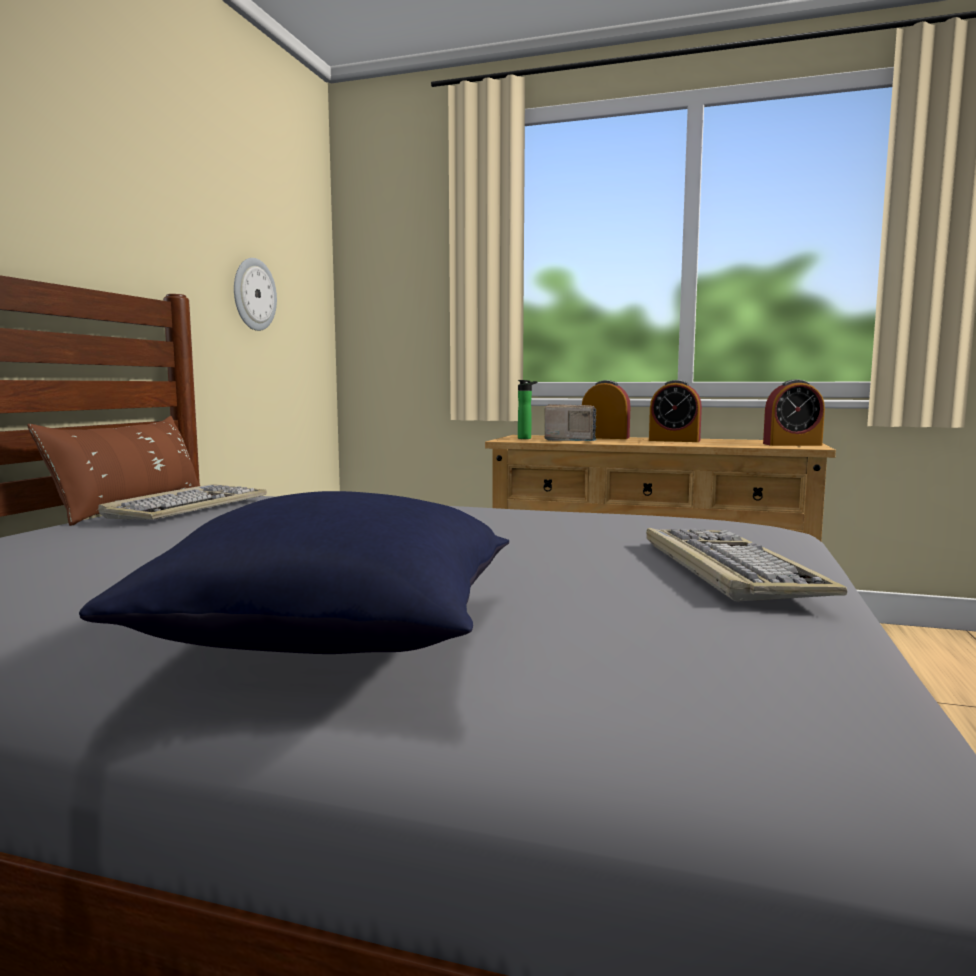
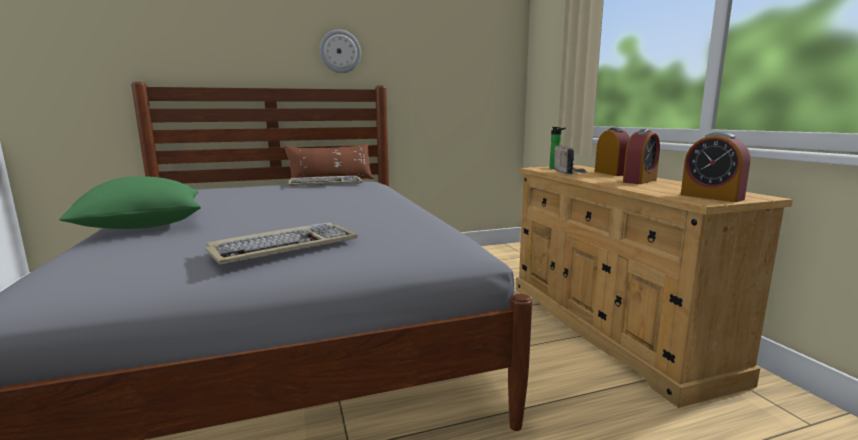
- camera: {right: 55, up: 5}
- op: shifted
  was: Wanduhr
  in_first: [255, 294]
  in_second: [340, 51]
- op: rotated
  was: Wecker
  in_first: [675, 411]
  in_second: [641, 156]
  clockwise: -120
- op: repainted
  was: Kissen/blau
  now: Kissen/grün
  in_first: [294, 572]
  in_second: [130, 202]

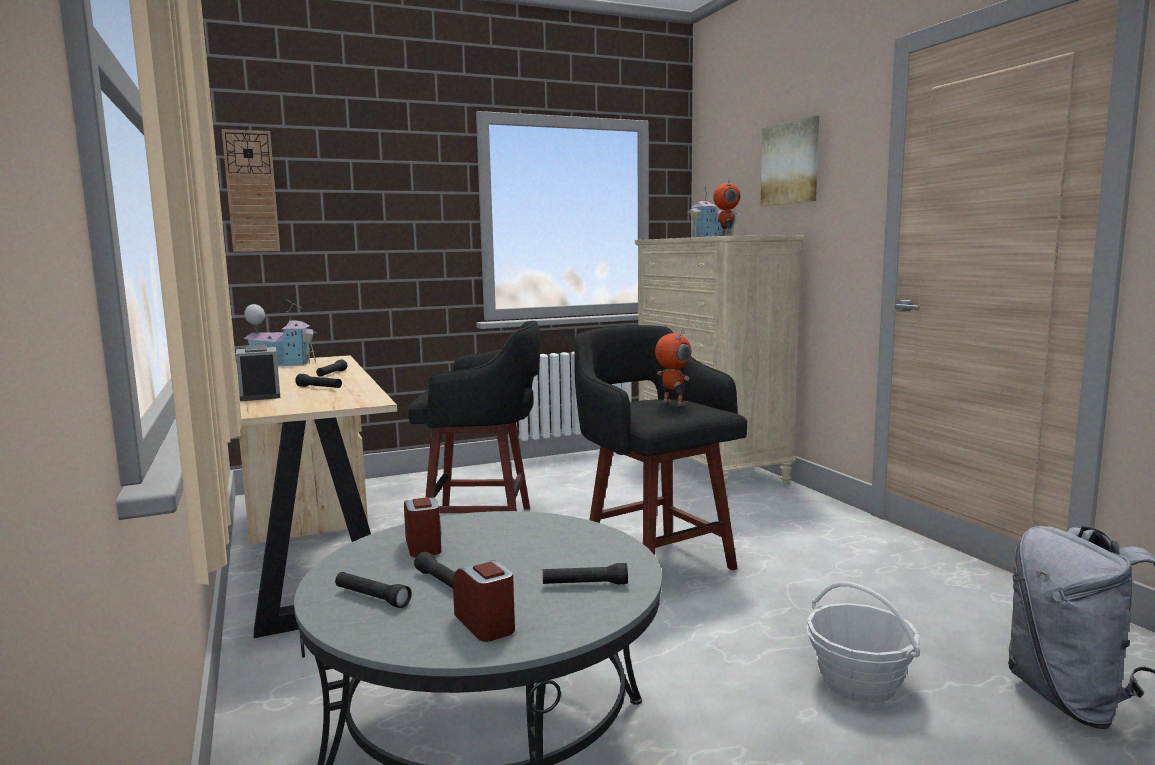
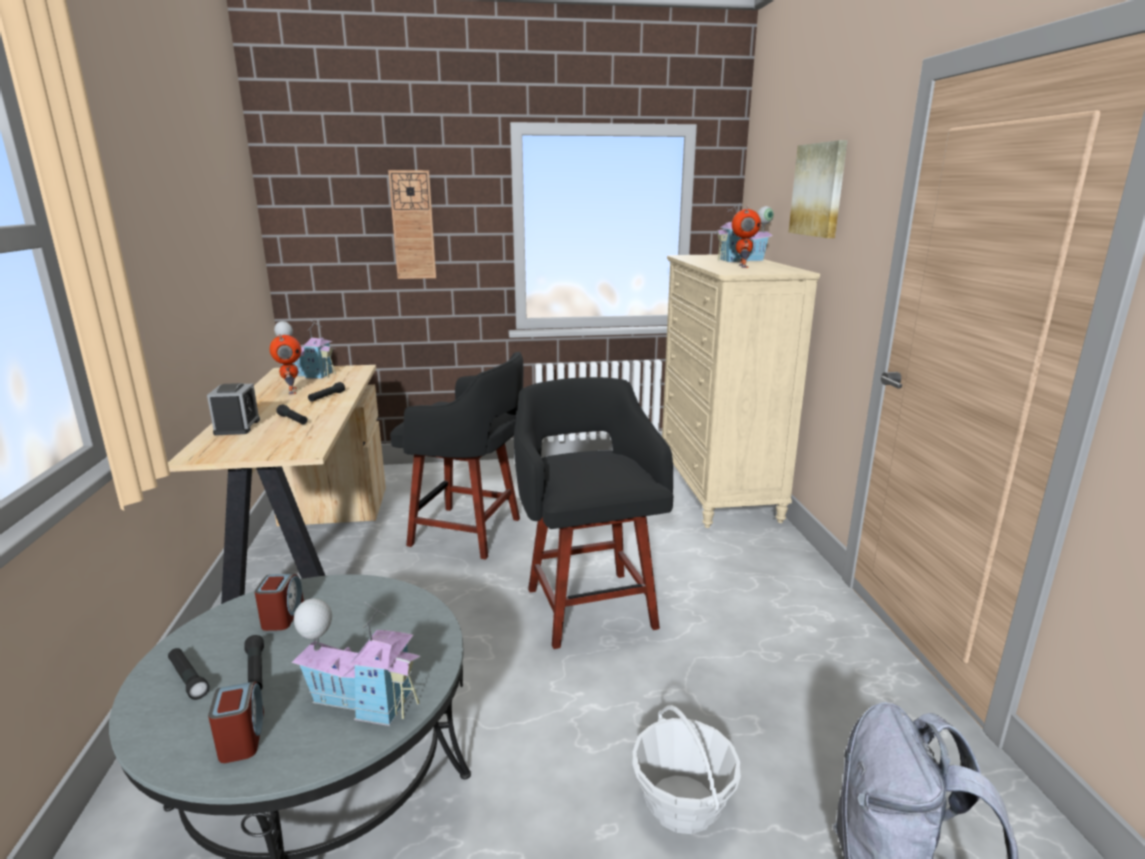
- camera: {right: 15, up: 10}
- op: shifted
  was: Wanduhr
  in_first: [251, 190]
  in_second: [412, 224]
- op: shifted
  was: Spielzeugroboter
  in_first: [673, 367]
  in_second: [285, 364]
- op: swapped
  was: Taschenlampe/schwarz
  now: Spielzeughaus
  in_first: [585, 573]
  in_second: [356, 662]

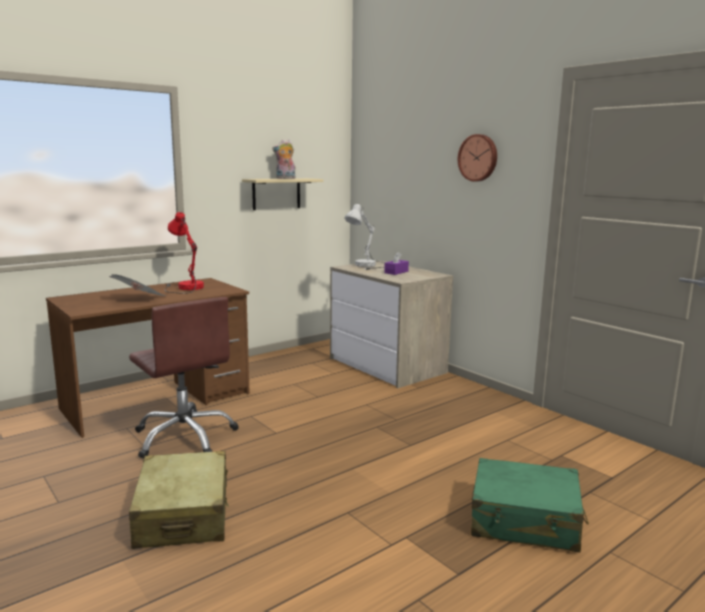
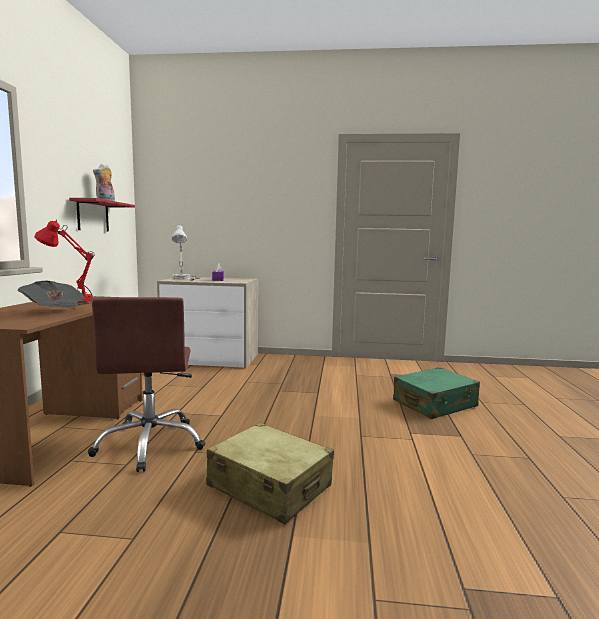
- camera: {right: -45, up: -5}
- op: gone
  was: Wanduhr
  in_first: [477, 158]
- op: repainted
  was: Wandregal/beige
  now: Wandregal/rot
  in_first: [283, 194]
  in_second: [102, 215]
- op: rotated
  was: Bürostuhl/braun
  in_first: [184, 378]
  in_second: [147, 384]
  clockwise: 75

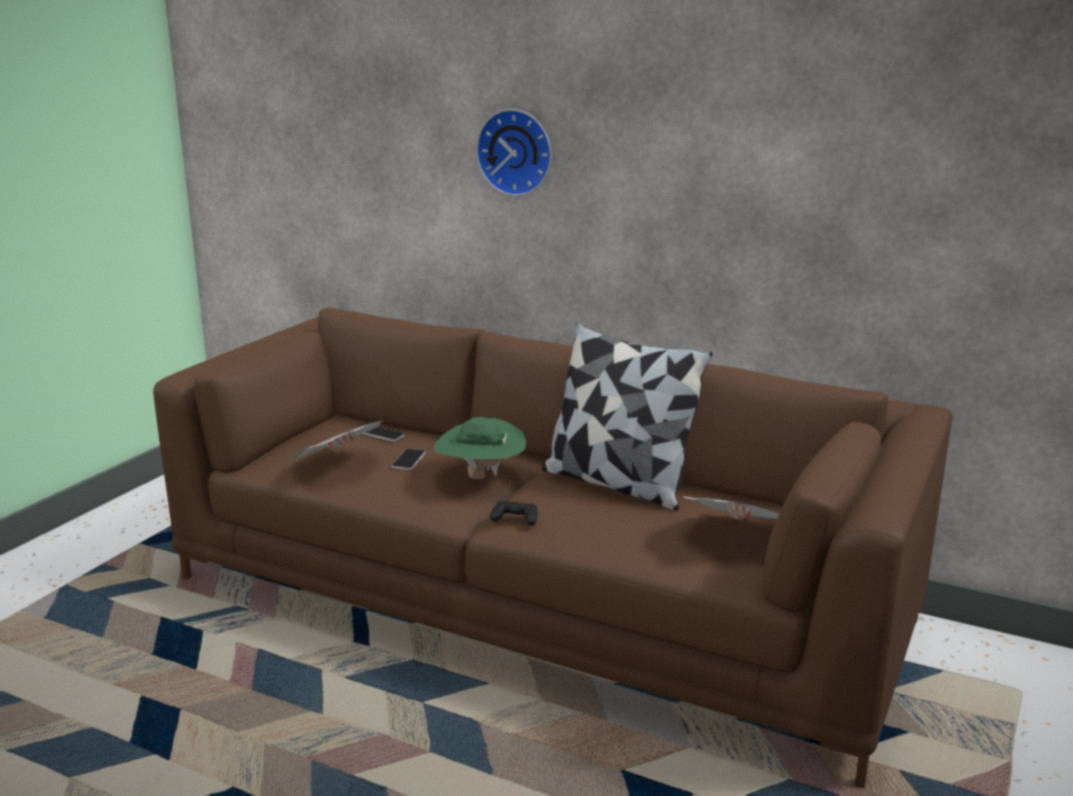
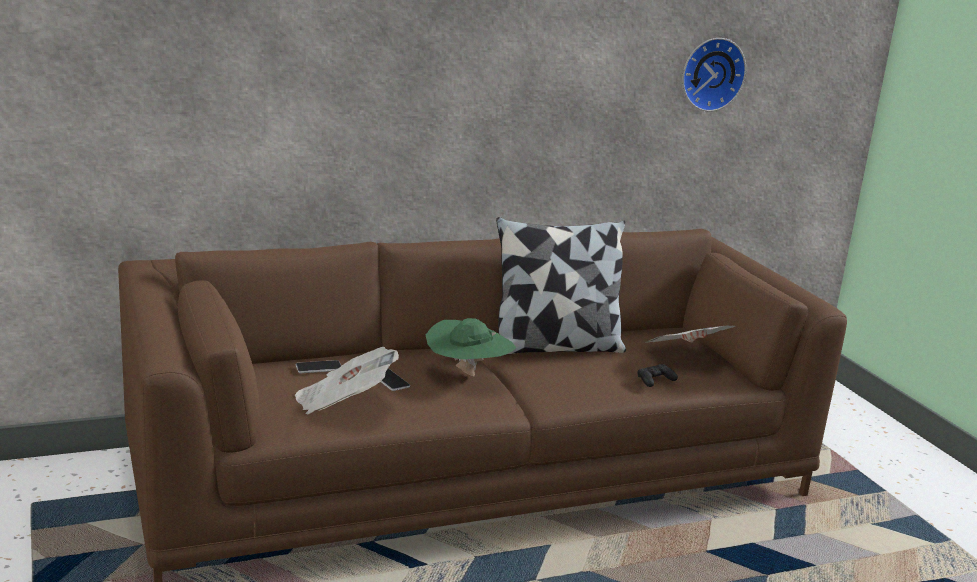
- camera: {right: -50, up: 0}
- op: shifted
  was: Wanduhr
  in_first: [514, 152]
  in_second: [714, 75]
- op: shifted
  was: Gamepad/schwarz
  in_first: [513, 513]
  in_second: [657, 375]

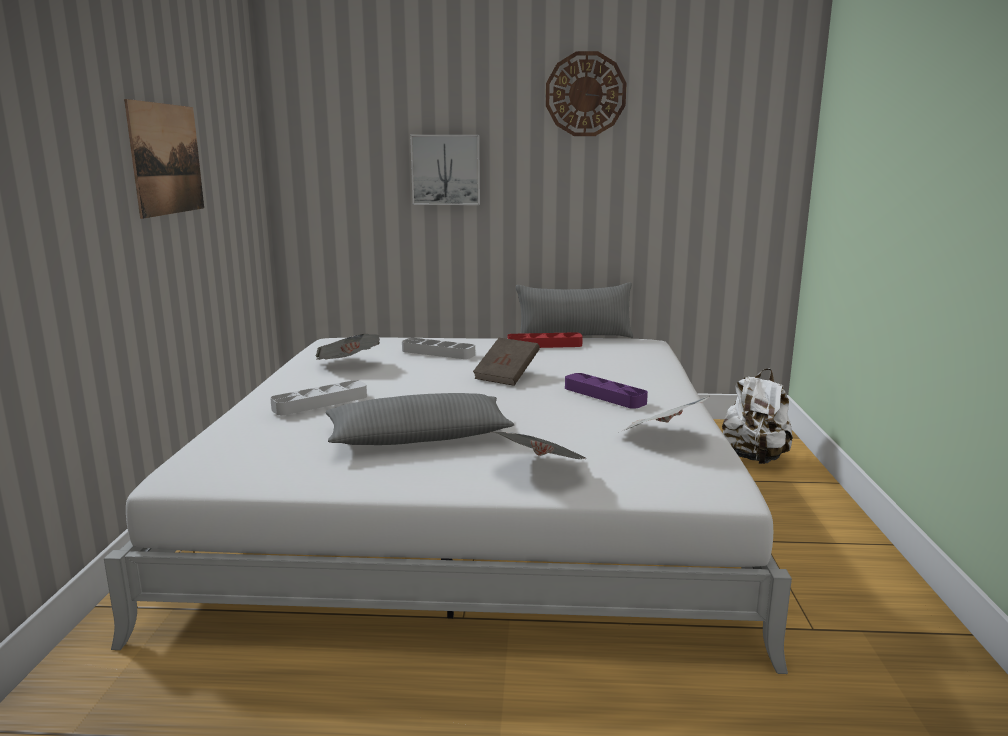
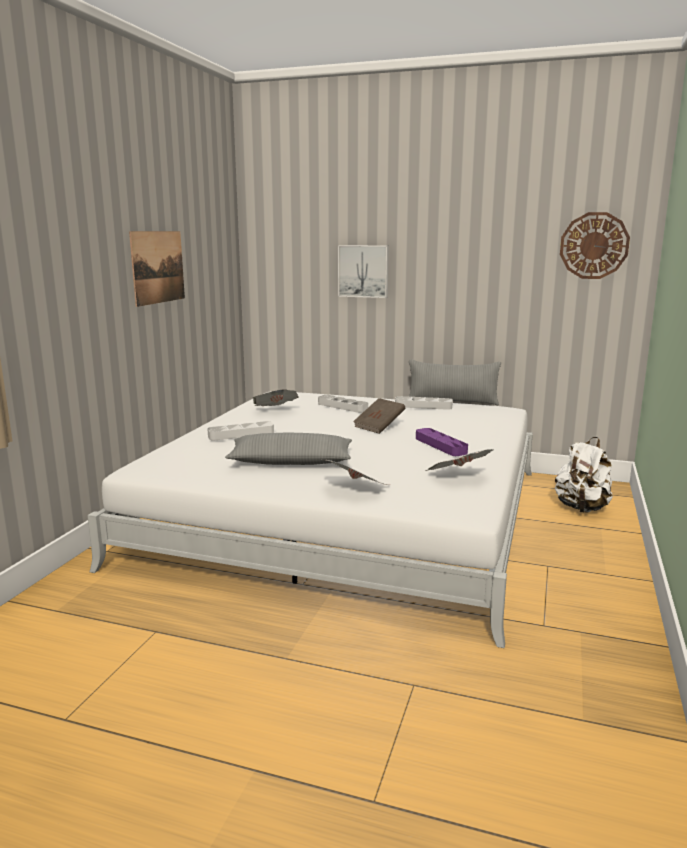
- camera: {right: 15, up: 0}
- op: shifted
  was: Wanduhr
  in_first: [586, 93]
  in_second: [595, 245]
- op: repainted
  was: Tablett/rot
  now: Tablett/grau
  in_first: [545, 340]
  in_second: [424, 403]

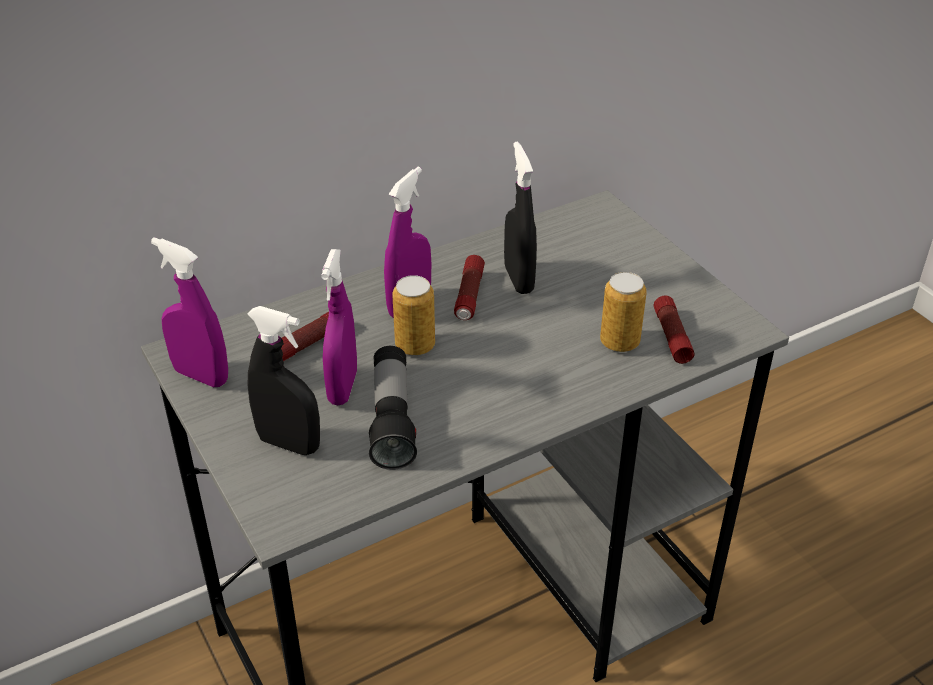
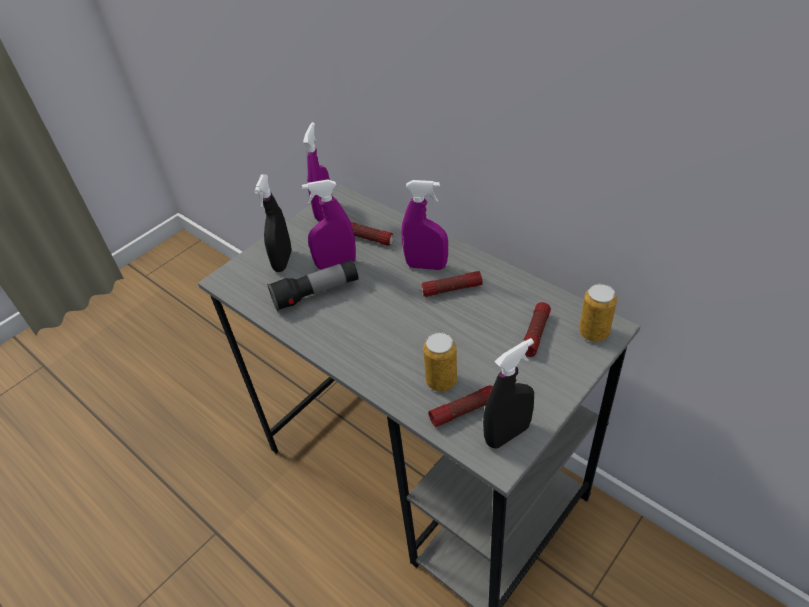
- camera: {right: 75, up: 5}
- op: shifted
  was: Sprühflasche/schwarz
  in_first: [520, 218]
  in_second: [508, 393]
- op: shifted
  was: Dose
  in_first: [413, 315]
  in_second: [598, 313]
- op: new
  now: Taschenlampe
  in_second: [537, 329]

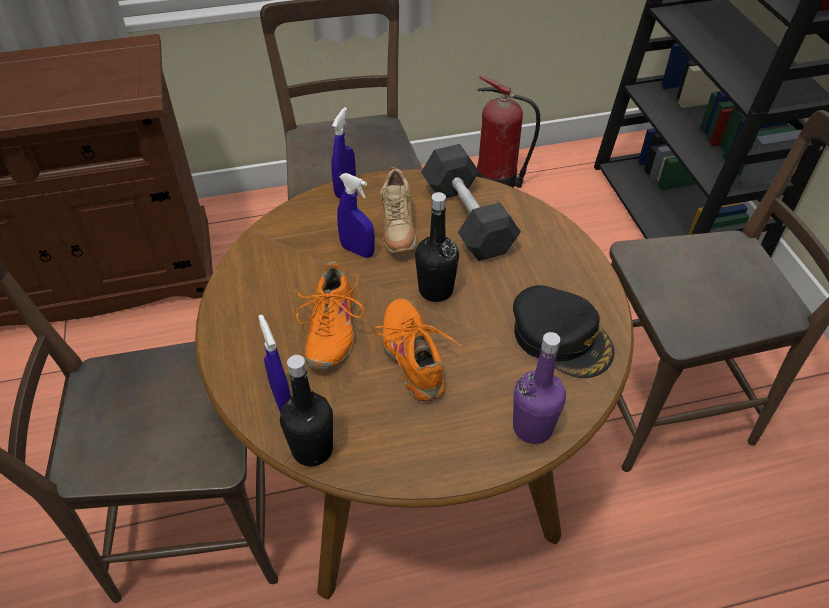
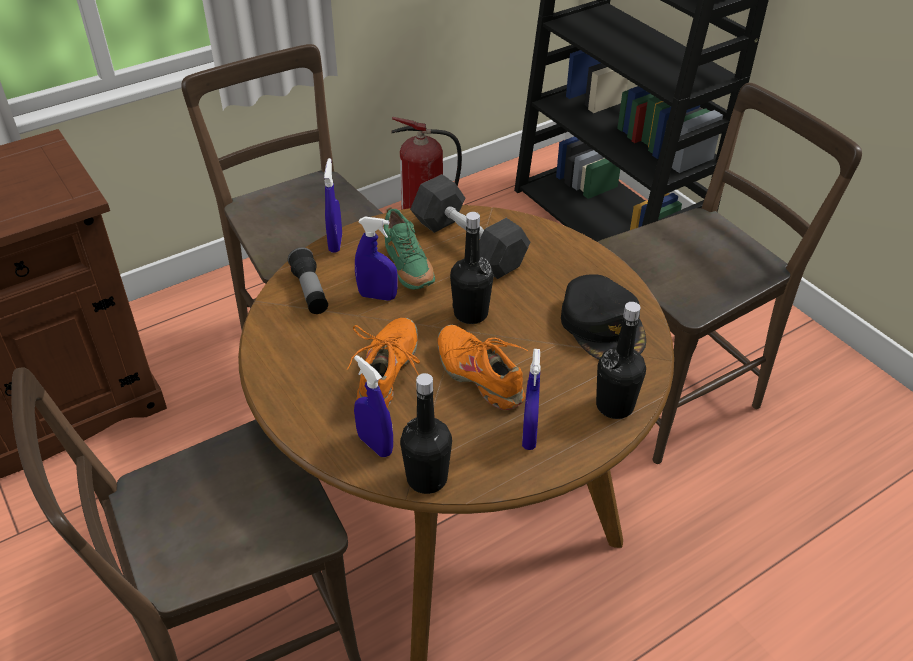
- camera: {right: -20, up: -5}
- op: repainted
  was: Schuh/beige
  now: Schuh/grün
  in_first: [398, 210]
  in_second: [409, 248]
- op: rotated
  was: Schuh/orange
  in_first: [328, 315]
  in_second: [383, 363]
  clockwise: -150
- op: rotated
  was: Kappe/schwarz
  in_first: [563, 331]
  in_second: [603, 317]
  clockwise: 45
- op: repainted
  was: Flasche/lila
  now: Flasche/schwarz
  in_first: [539, 388]
  in_second: [621, 360]
- op: new
  now: Taschenlampe
  in_second: [308, 280]
- op: new
  now: Sprühflasche/blau
  in_second: [531, 399]

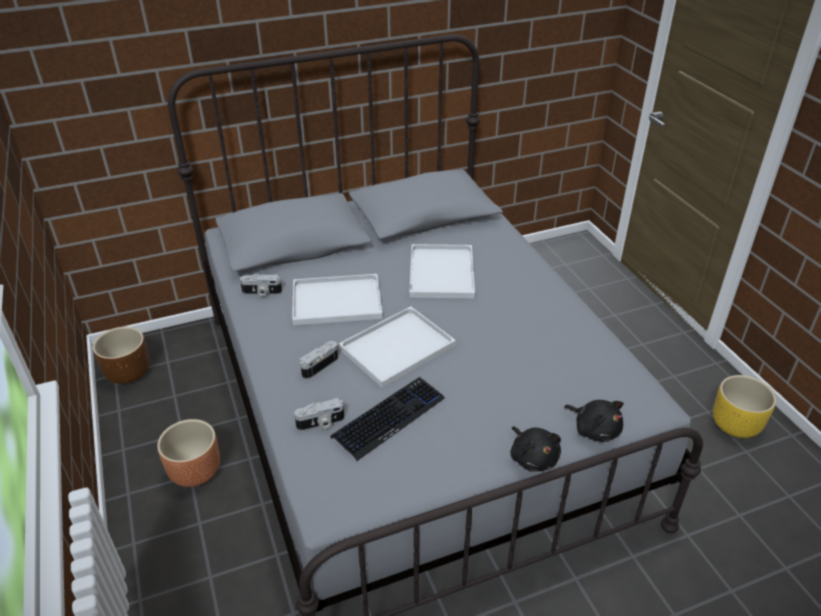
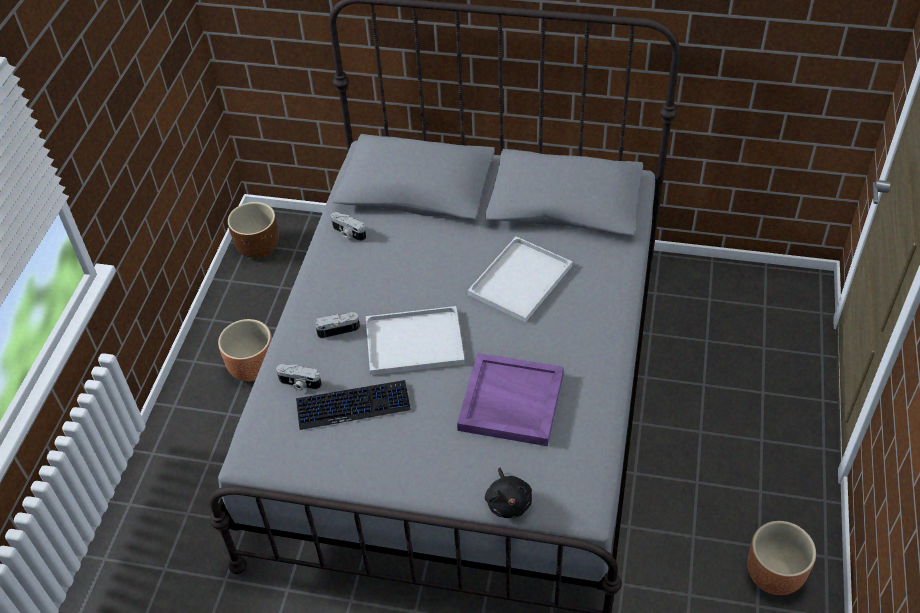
- camera: {right: 35, up: 10}
- op: gone
  was: Tablett/weiß
  in_first: [337, 299]
- op: repainted
  was: Pflanzkübel/gelb
  now: Pflanzkübel/braun
  in_first: [744, 406]
  in_second: [781, 558]
- op: gone
  was: Plüschtier/schwarz
  in_first: [535, 448]
- op: new
  now: Tablett/lila
  in_second: [510, 399]

